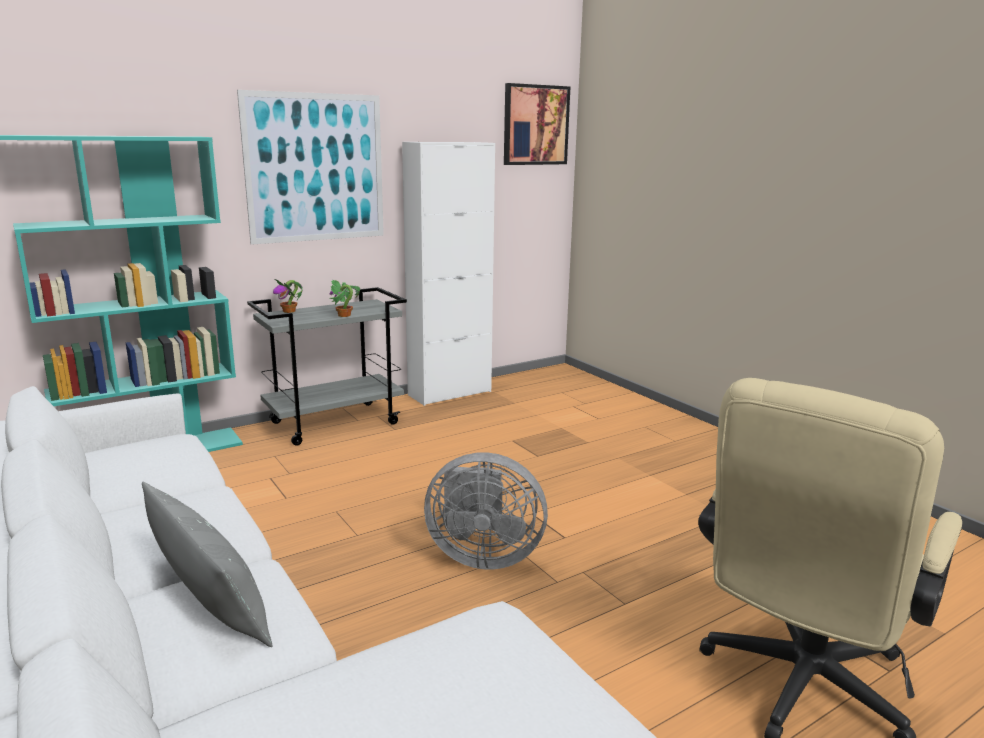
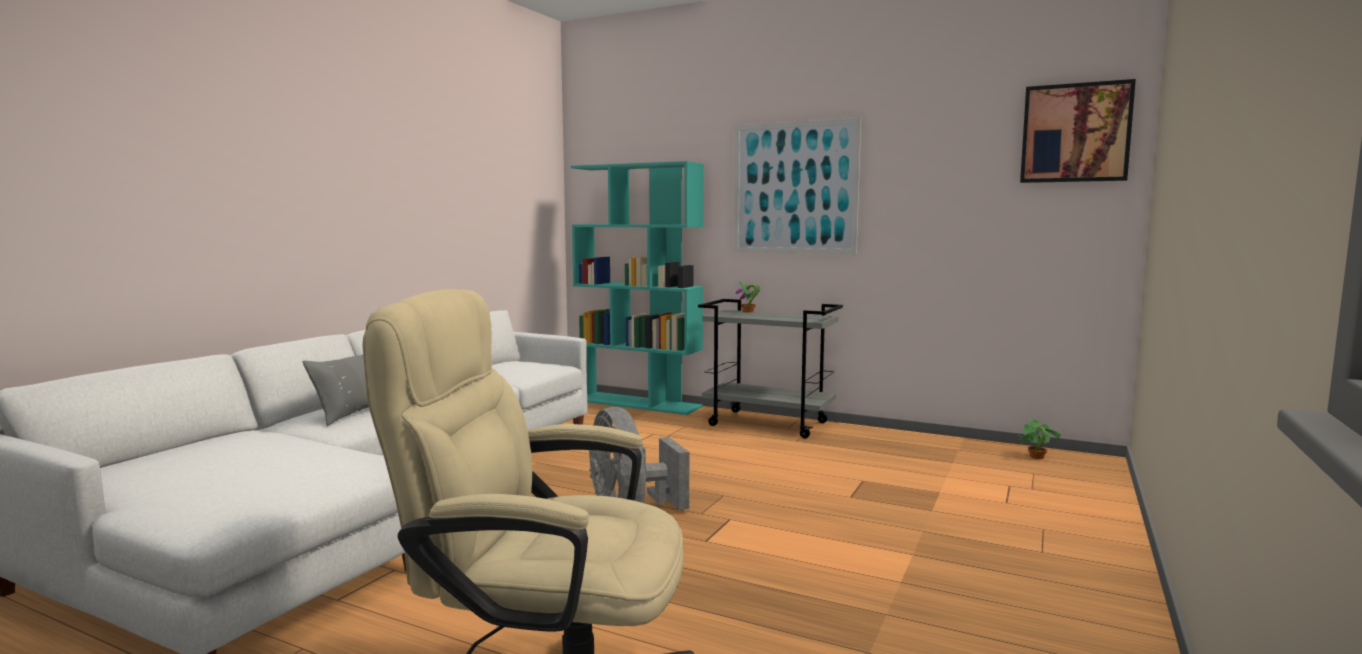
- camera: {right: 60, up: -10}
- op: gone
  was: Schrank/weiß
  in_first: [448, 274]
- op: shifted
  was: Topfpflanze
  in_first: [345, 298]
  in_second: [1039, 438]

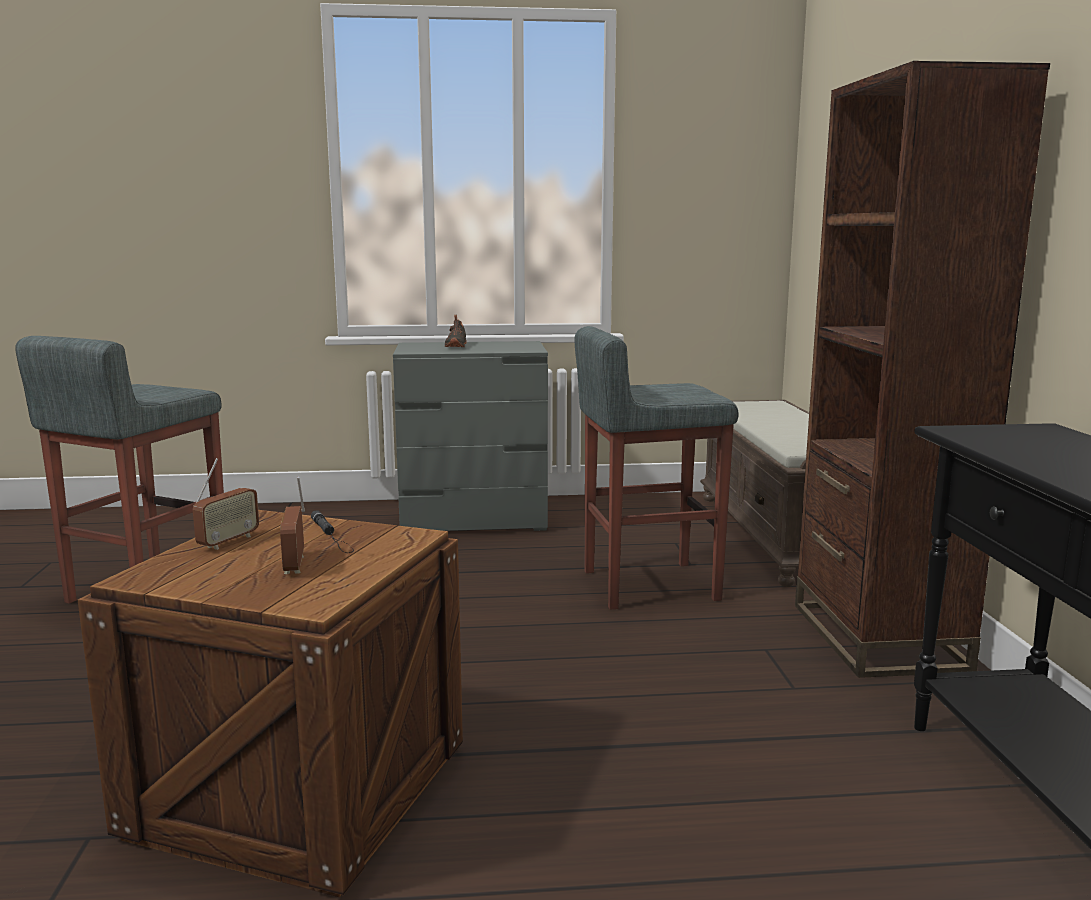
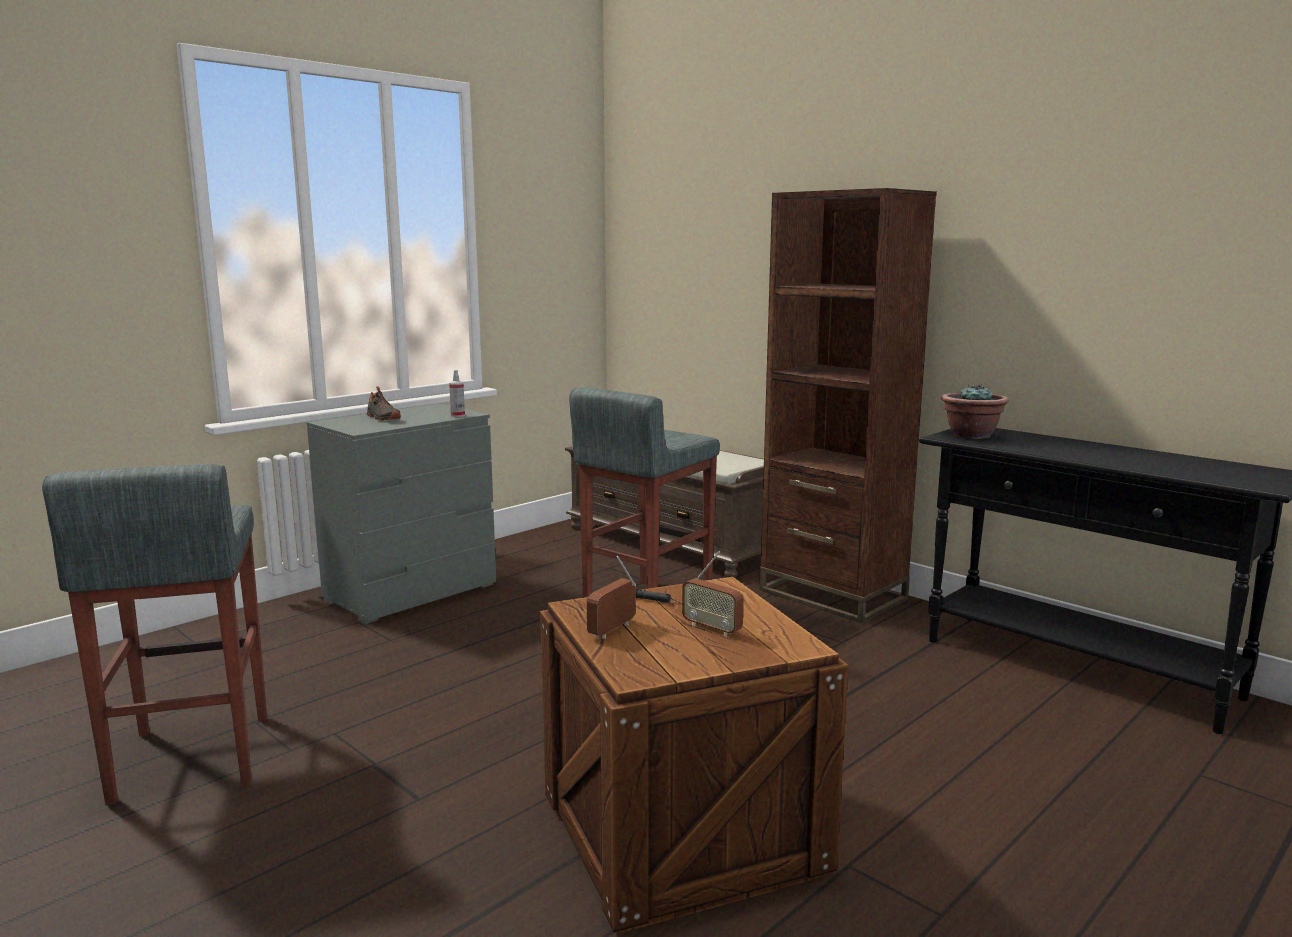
- camera: {right: -40, up: 0}
- op: rotated
  was: Radio
  in_first: [226, 504]
  in_second: [611, 597]
  clockwise: -135
- op: new
  now: Sprühflasche
  in_second: [457, 393]
- op: new
  now: Topfpflanze
  in_second: [975, 411]

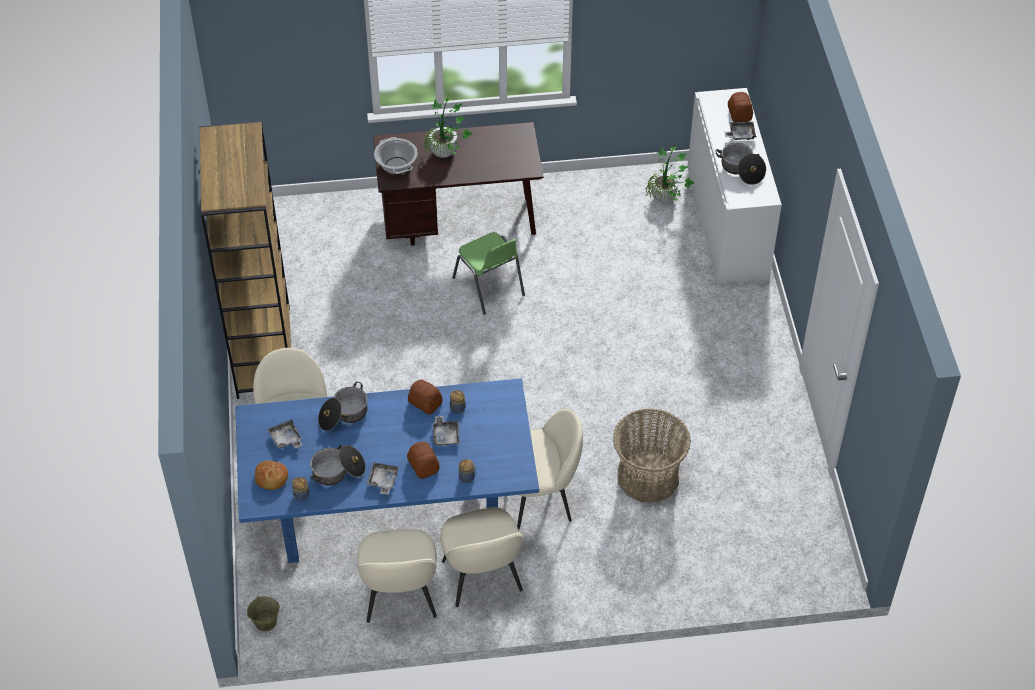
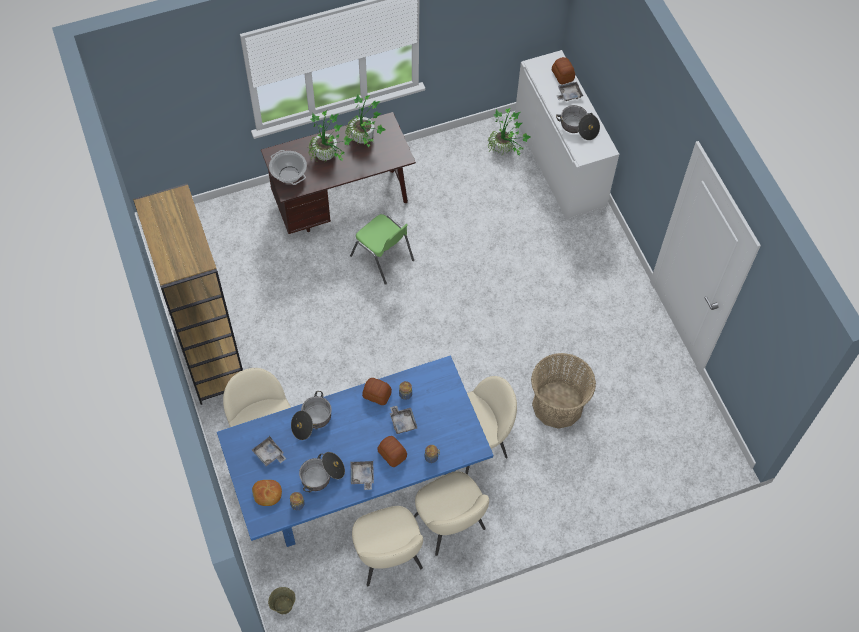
- camera: {right: -15, up: 10}
- op: new
  now: Topfpflanze
  in_second: [365, 121]

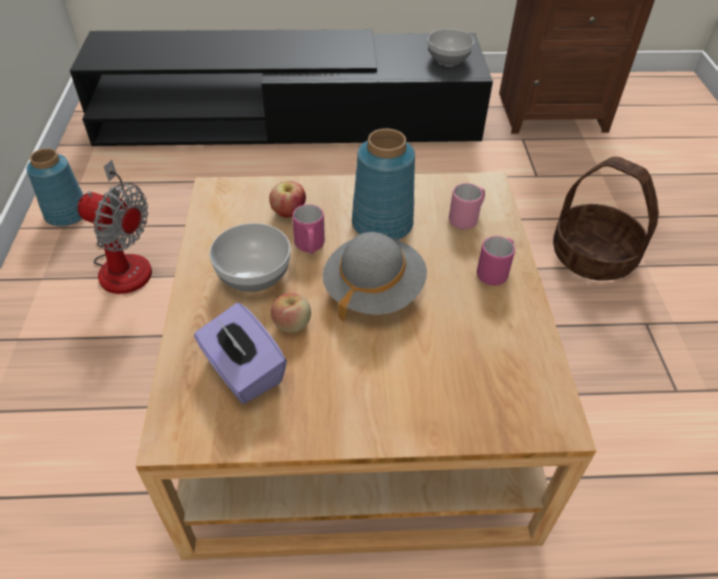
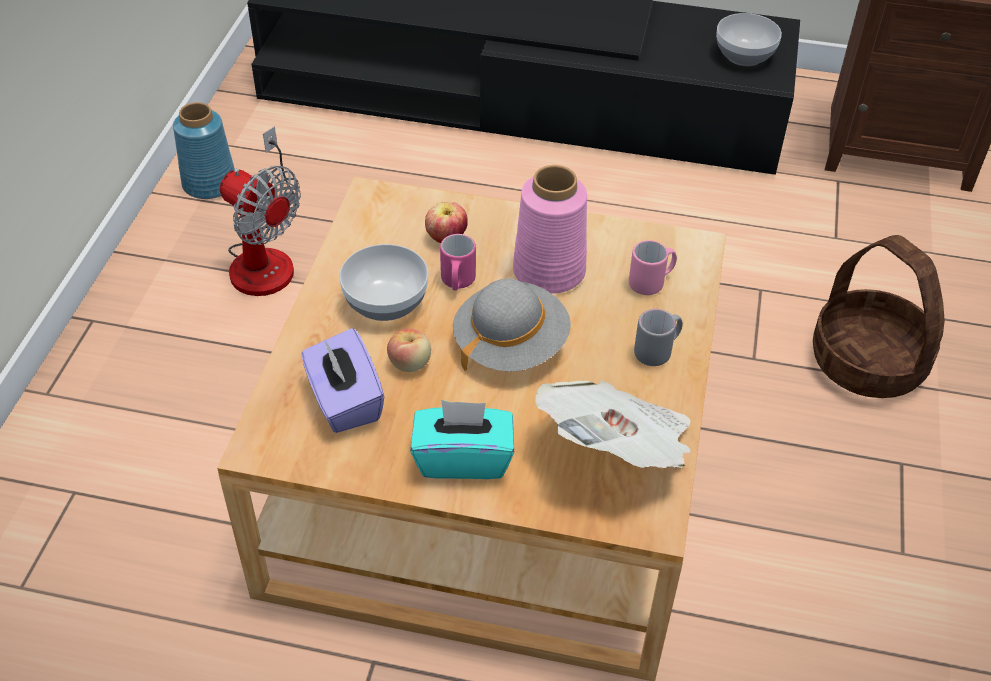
- camera: {right: 15, up: 0}
- op: repainted
  was: Vase/blau
  now: Vase/rosa
  in_first: [383, 184]
  in_second: [550, 229]
- op: repainted
  was: Henkelbecher/rosa
  now: Henkelbecher/grau
  in_first: [496, 261]
  in_second: [658, 337]
- op: new
  now: Zeitung
  in_second: [613, 424]
- op: new
  now: Taschentuchbox/türkis
  in_second: [462, 439]

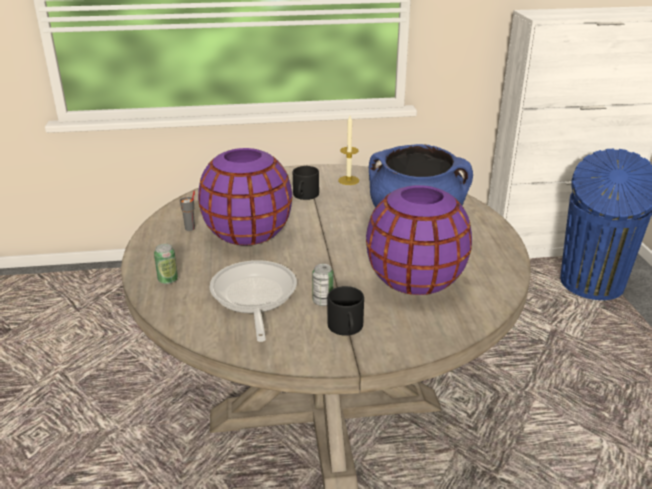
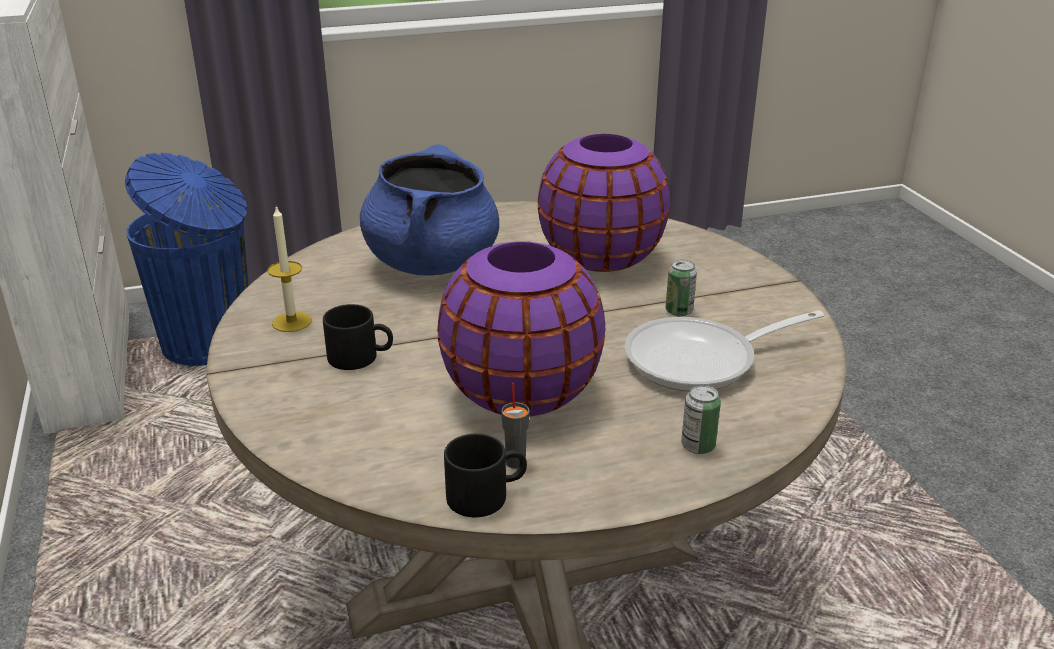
- camera: {right: -100, up: 0}
- op: shifted
  was: Henkelbecher/schwarz
  in_first: [345, 311]
  in_second: [485, 475]

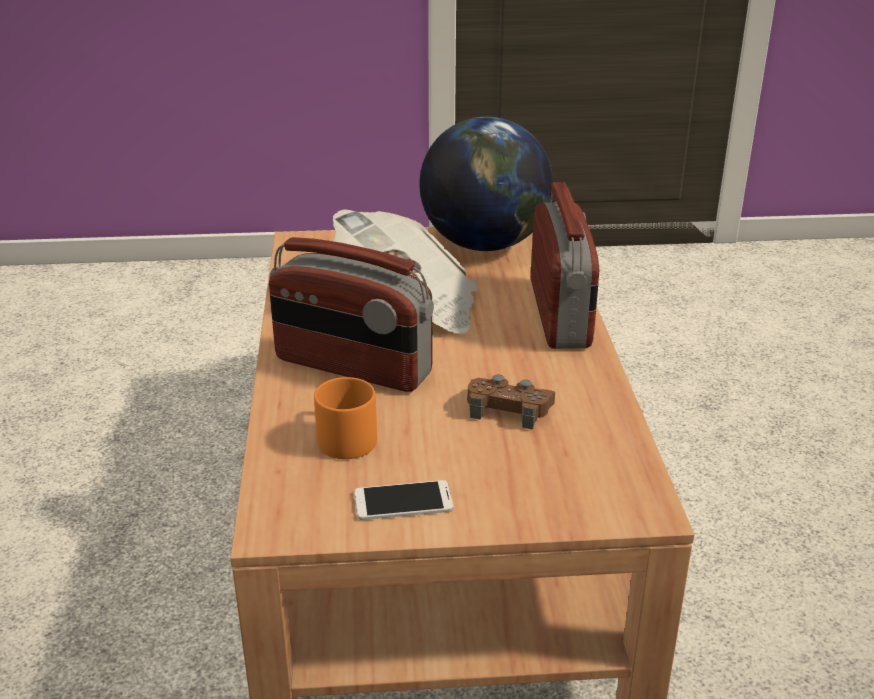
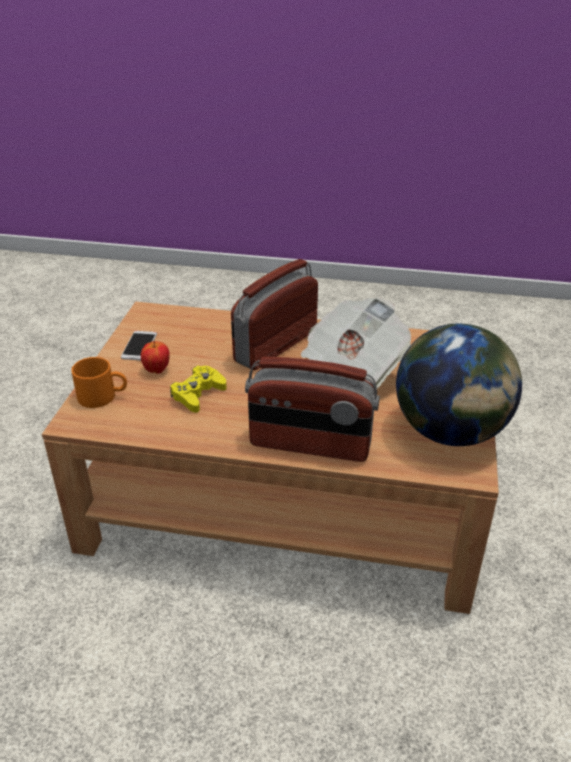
- camera: {right: 105, up: 5}
- op: repainted
  was: Gamepad/braun
  now: Gamepad/gelb
  in_first: [511, 402]
  in_second: [198, 389]
- op: shifted
  was: Henkelbecher/orange
  in_first: [345, 418]
  in_second: [99, 382]
- op: new
  now: Apfel
  in_second: [155, 357]

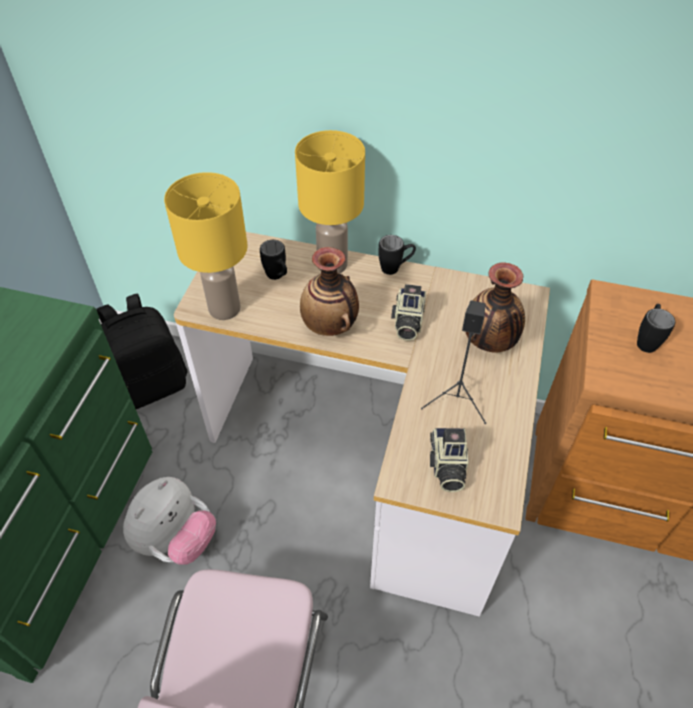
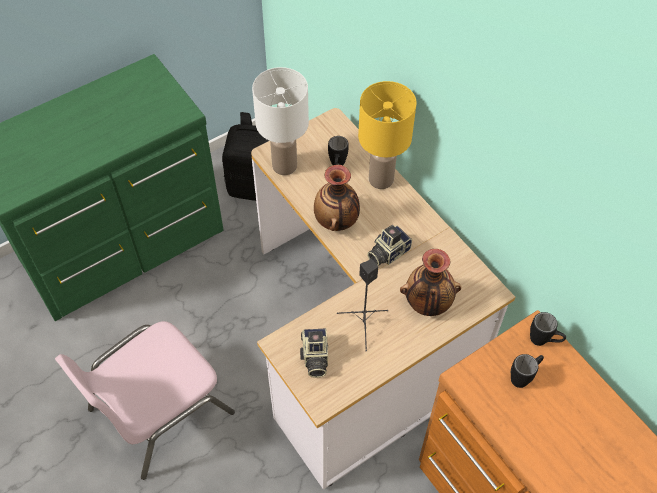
- camera: {right: 40, up: 5}
- op: repainted
  was: Tischlampe/gelb
  now: Tischlampe/weiß
  in_first: [206, 246]
  in_second: [280, 121]
- op: shifted
  was: Henkelbecher/schwarz
  in_first: [397, 255]
  in_second: [548, 329]
- op: rotated
  was: Kamera
  in_first: [449, 460]
  in_second: [314, 353]
  clockwise: -45
- op: gone
  was: Plüschtier
  in_first: [169, 521]

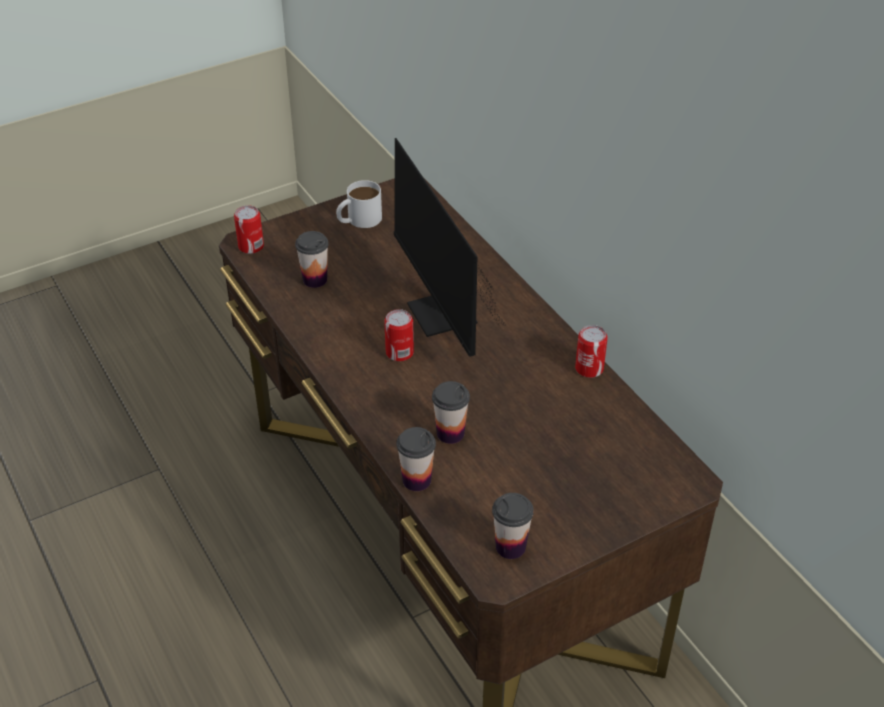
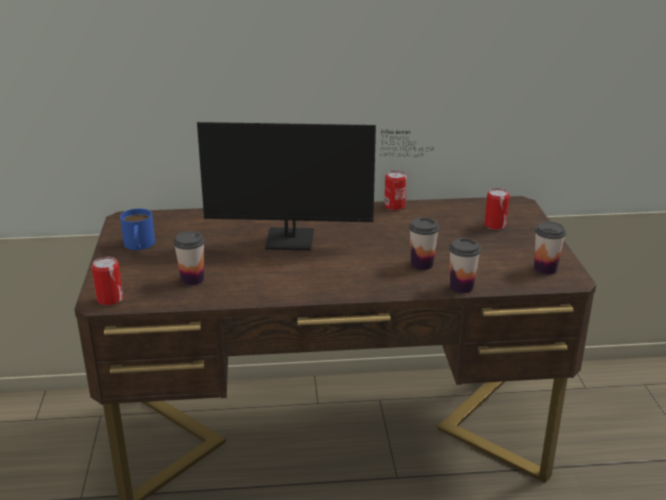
- camera: {right: -65, up: -15}
- op: repainted
  was: Henkelbecher/weiß
  now: Henkelbecher/blau
  in_first: [359, 204]
  in_second: [137, 229]
- op: shifted
  was: Dose
  in_first: [399, 335]
  in_second: [497, 209]

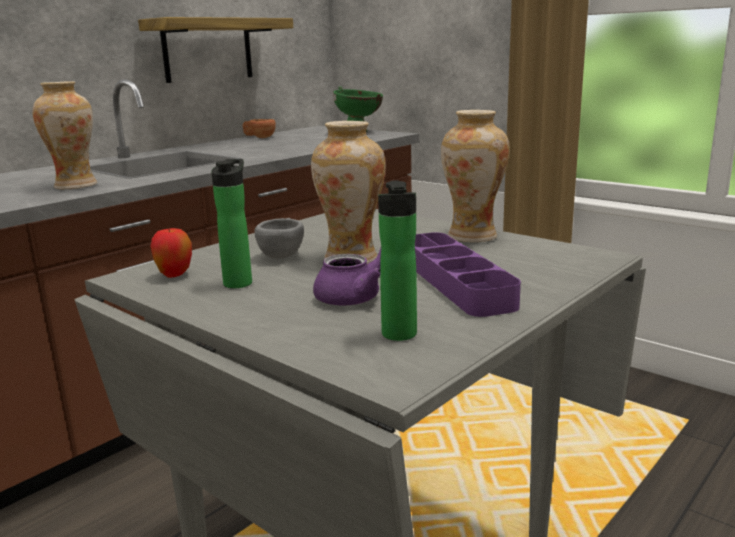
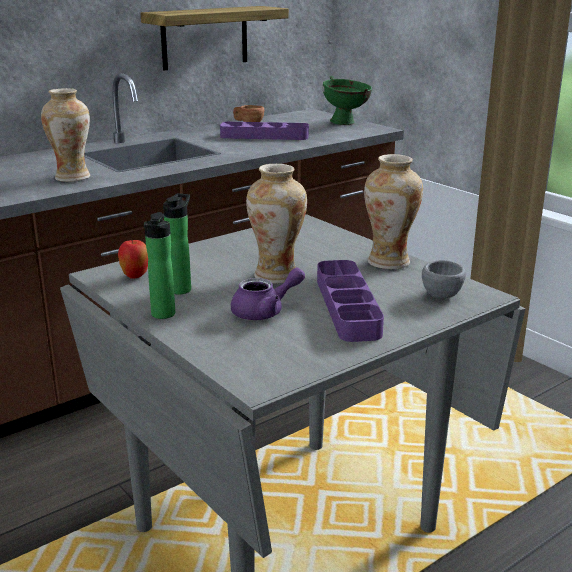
- camera: {right: 10, up: 5}
- op: shifted
  was: Flasche
  in_first: [397, 260]
  in_second: [159, 265]
- op: shifted
  was: Tasse/grau
  in_first: [279, 238]
  in_second: [444, 278]
- op: new
  now: Tablett/lila
  in_second: [264, 131]

